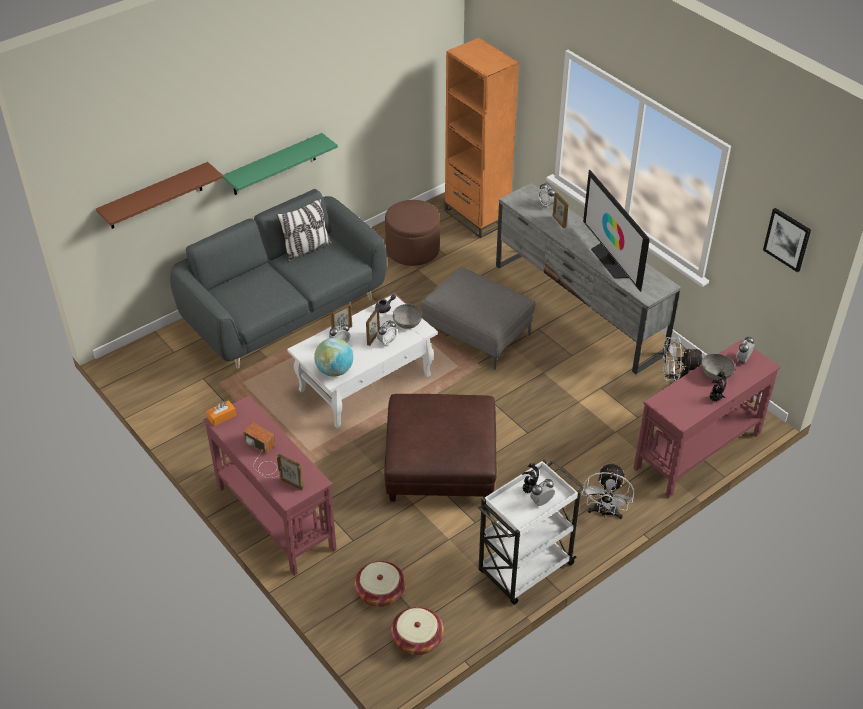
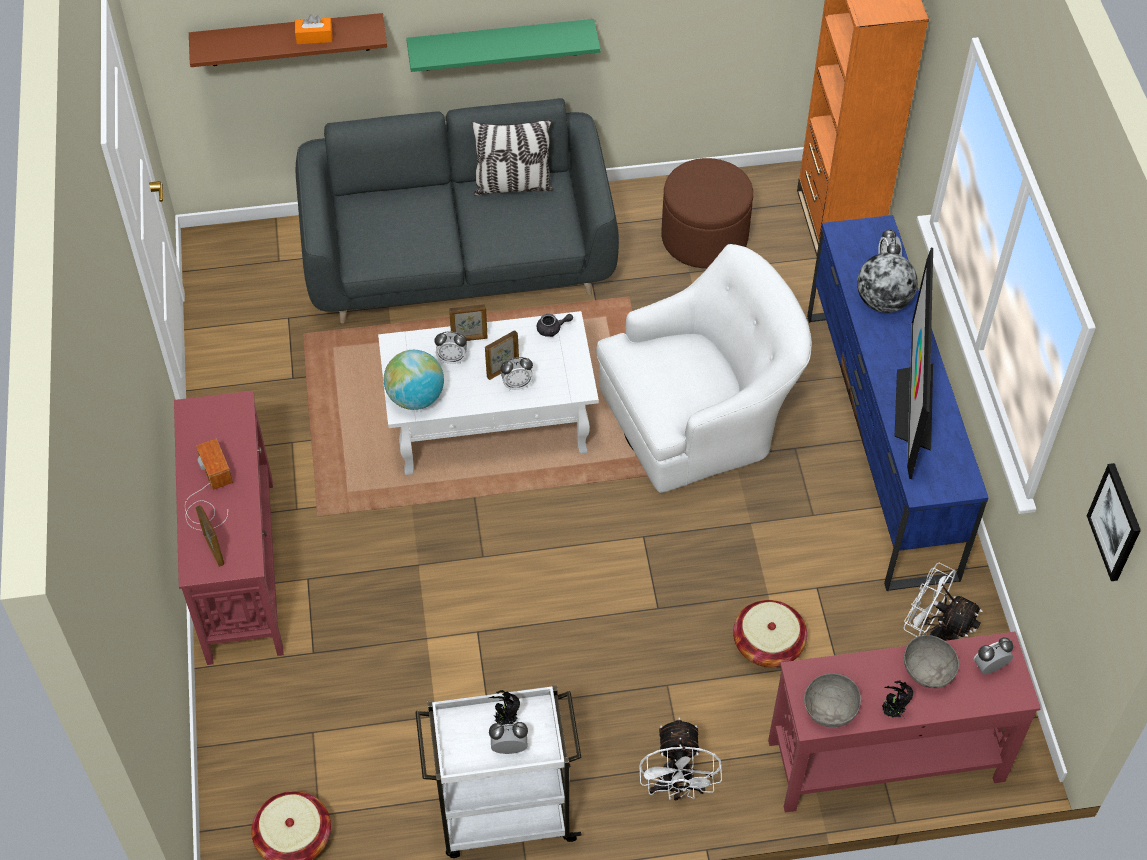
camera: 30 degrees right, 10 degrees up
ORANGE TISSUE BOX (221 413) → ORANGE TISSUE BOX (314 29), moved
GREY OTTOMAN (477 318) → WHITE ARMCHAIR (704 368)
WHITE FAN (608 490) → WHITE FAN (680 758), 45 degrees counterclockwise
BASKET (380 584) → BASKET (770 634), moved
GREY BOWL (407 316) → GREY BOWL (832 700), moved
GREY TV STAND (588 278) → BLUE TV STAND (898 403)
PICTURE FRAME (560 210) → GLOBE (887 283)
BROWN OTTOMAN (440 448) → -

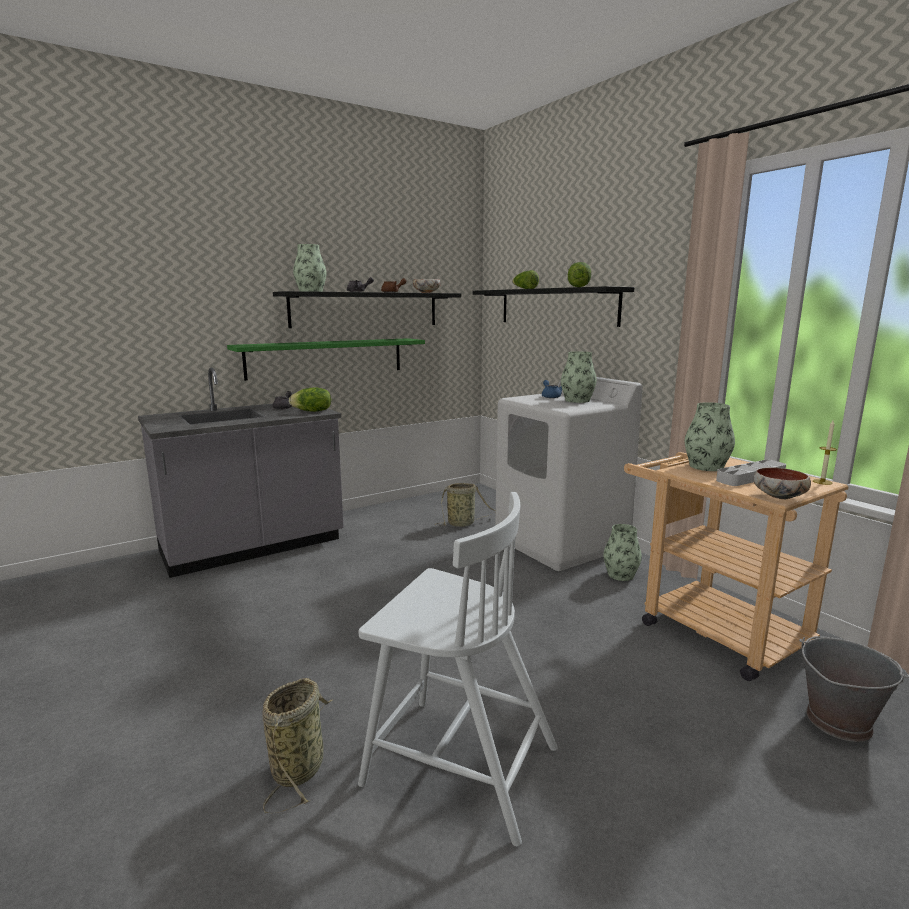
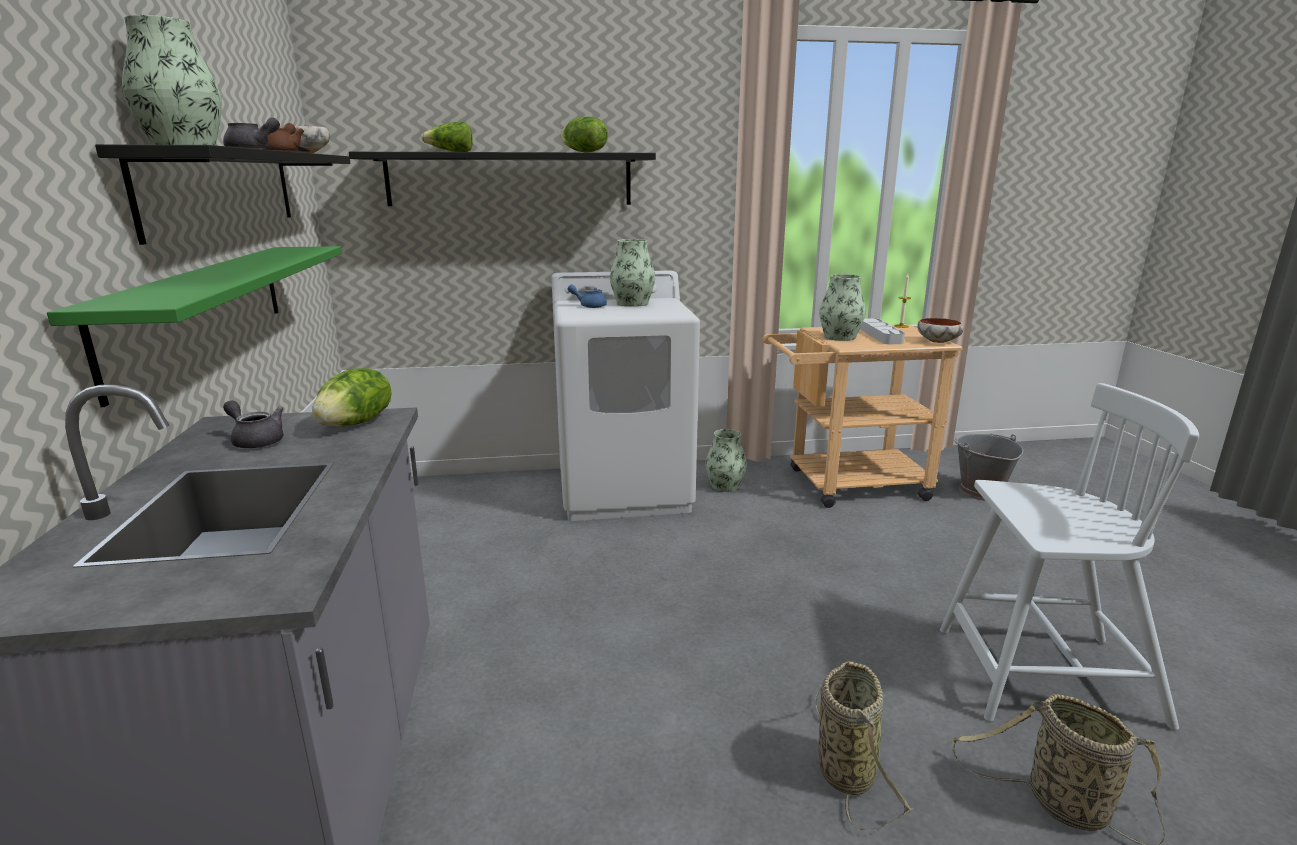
camera: 65 degrees left, 5 degrees up
BASKET (465 505) → BASKET (864 745), moved
WHITE CHAIR (458 669) → WHITE CHAIR (1069 556), 45 degrees clockwise

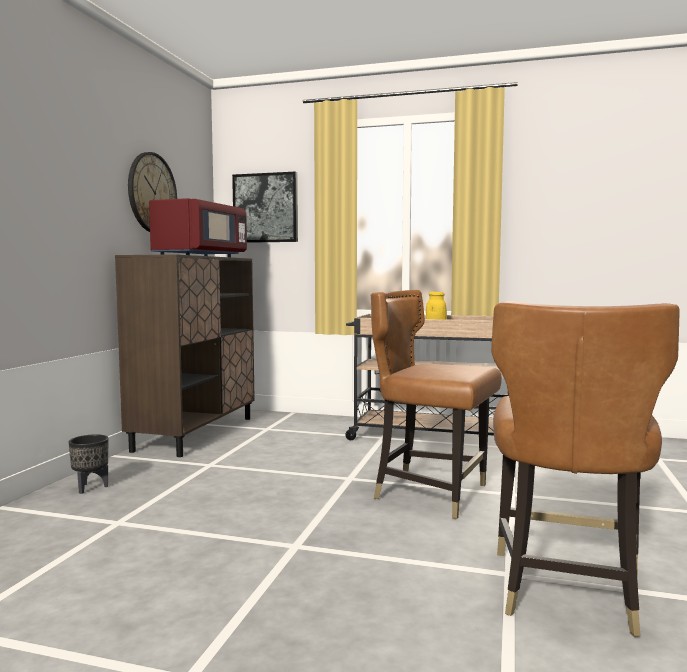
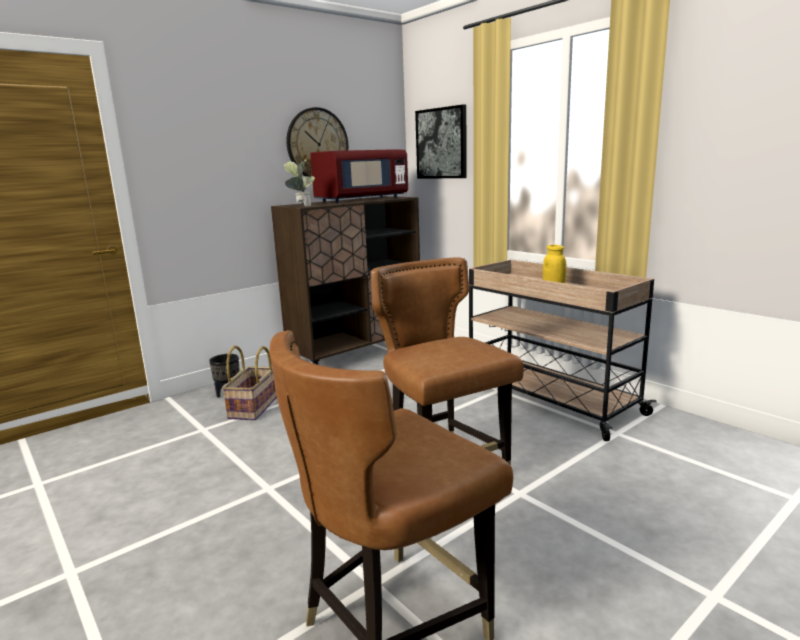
camera: 35 degrees right, 10 degrees up
- → BASKET (249 383)
- → POTTED PLANT (299 183)

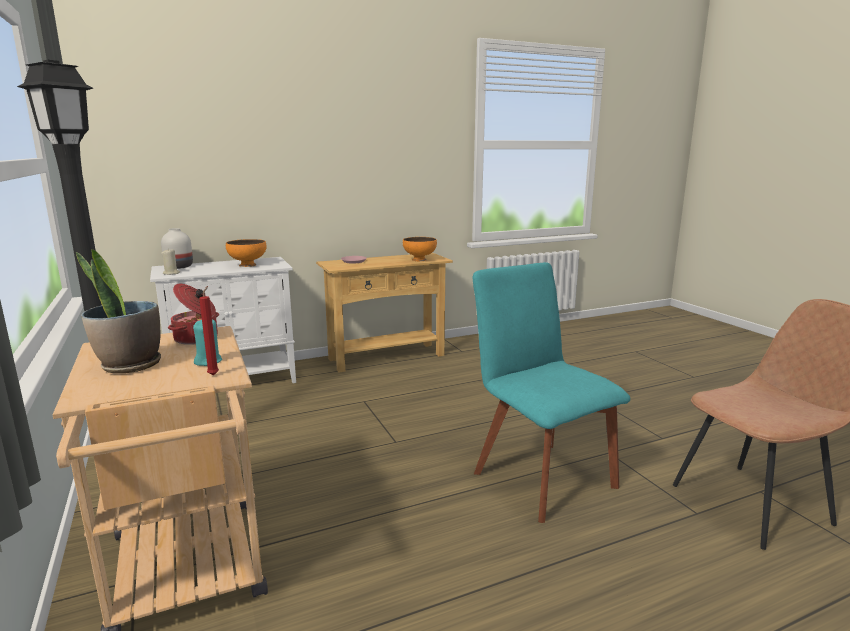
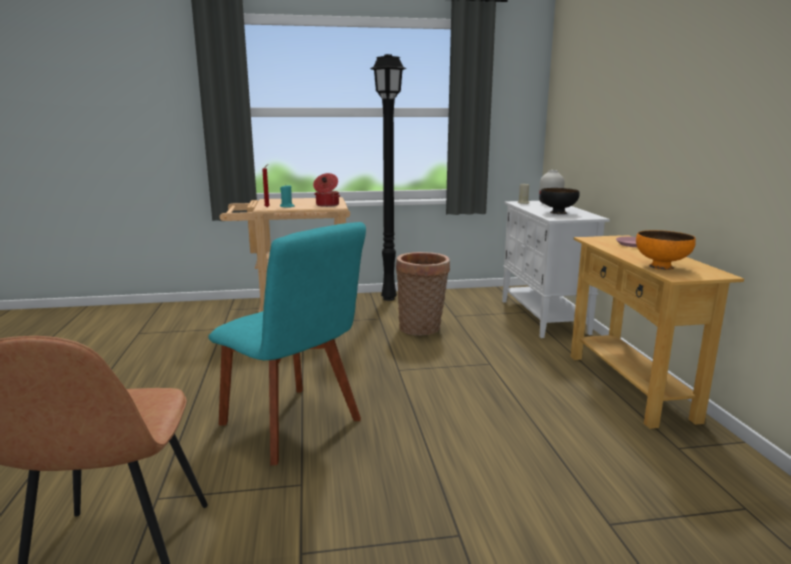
camera: 105 degrees right, 0 degrees up
TURQUOISE CHAIR (551 392) → TURQUOISE CHAIR (287 343), 60 degrees clockwise
- → BASKET (423 294)
ORANGE BOWL (246 253) → BLACK BOWL (560 201)
POTTED PLANT (118 311) → -

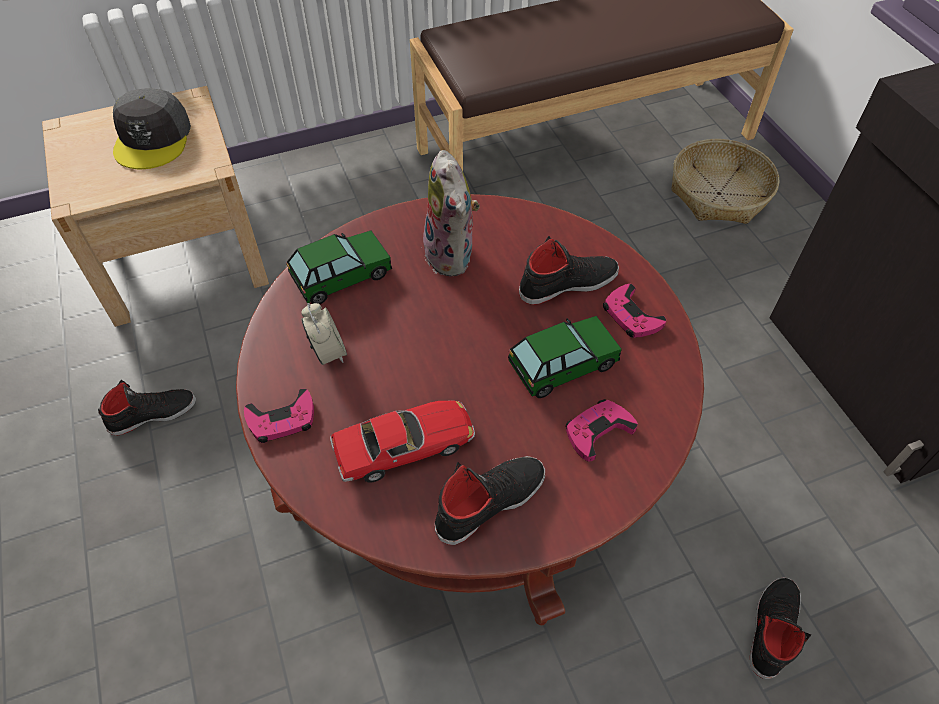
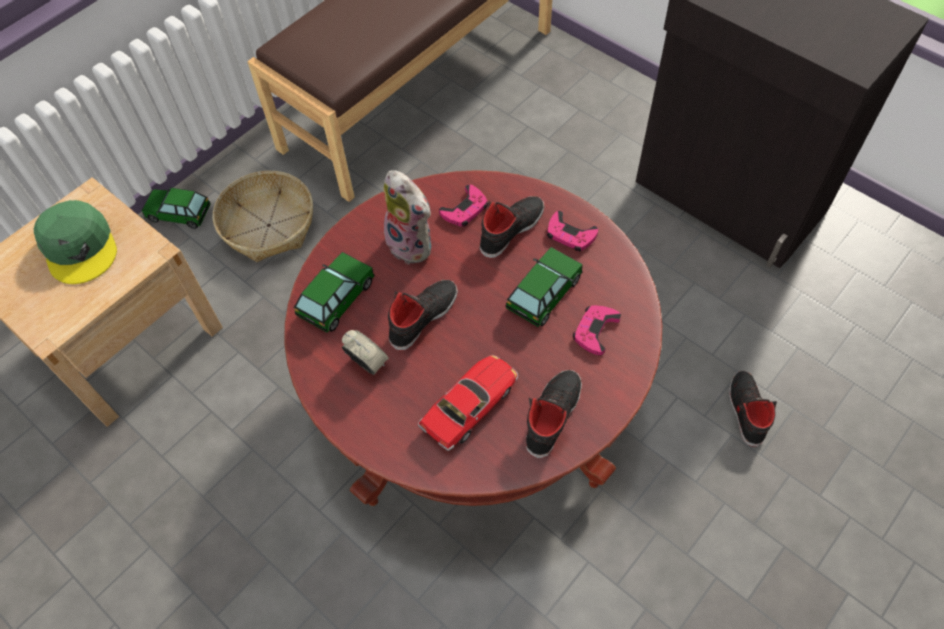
camera: 25 degrees left, 5 degrees up
GREY CAP (152 128) → GREEN CAP (75 242)
- → TOY CAR (176 208)
BASKET (725 181) → BASKET (263 216), moved
BLACK SHOE (147 408) → BLACK SHOE (423 315), moved
PINK GAME CONTROLLER (279 416) → PINK GAME CONTROLLER (463 205), moved

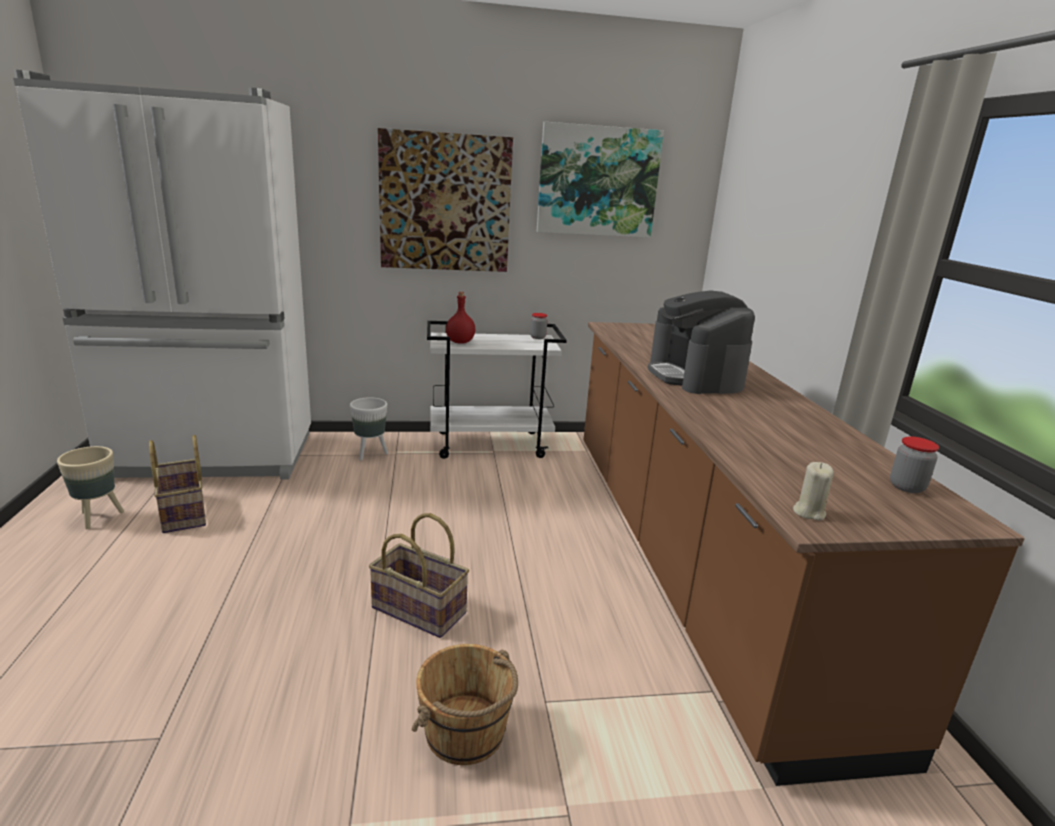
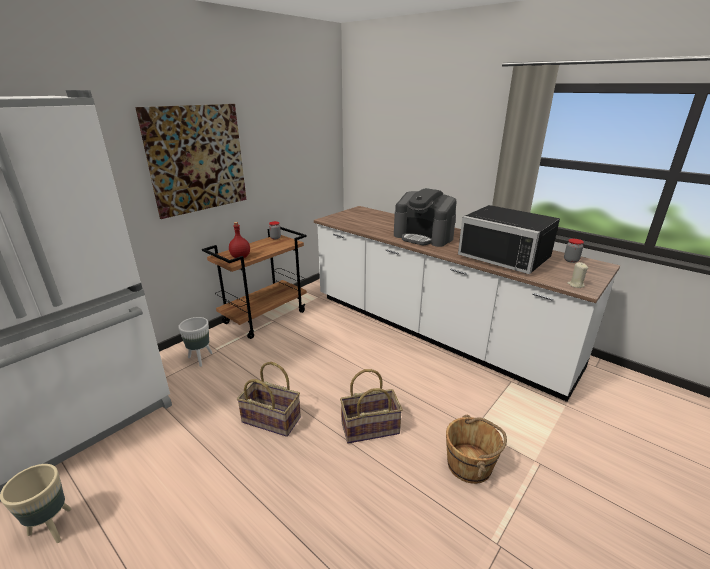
camera: 40 degrees left, 5 degrees up
WHITE CART (497 390) → BROWN CART (254 283)
BASKET (177 484) → BASKET (269 399), moved
BROWN COUNTER (804 554) → WHITE COUNTER (467 304)
- → BLACK MICROWAVE (509 239)
PICTURE (600 180) → -

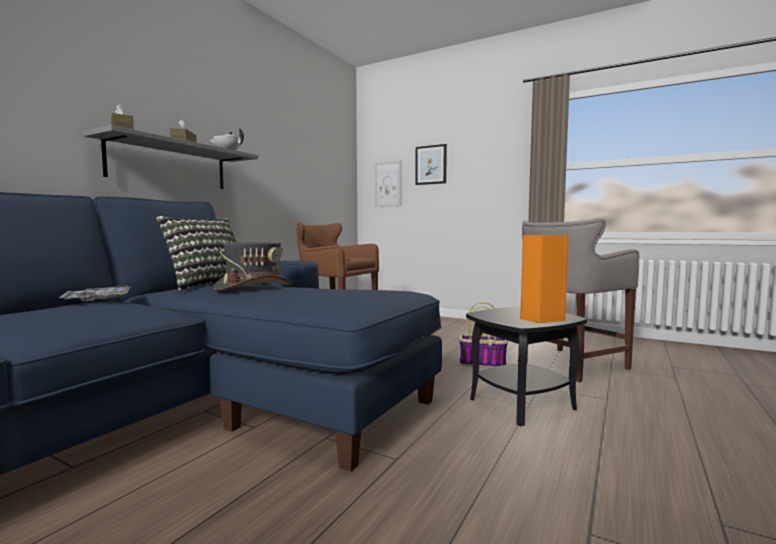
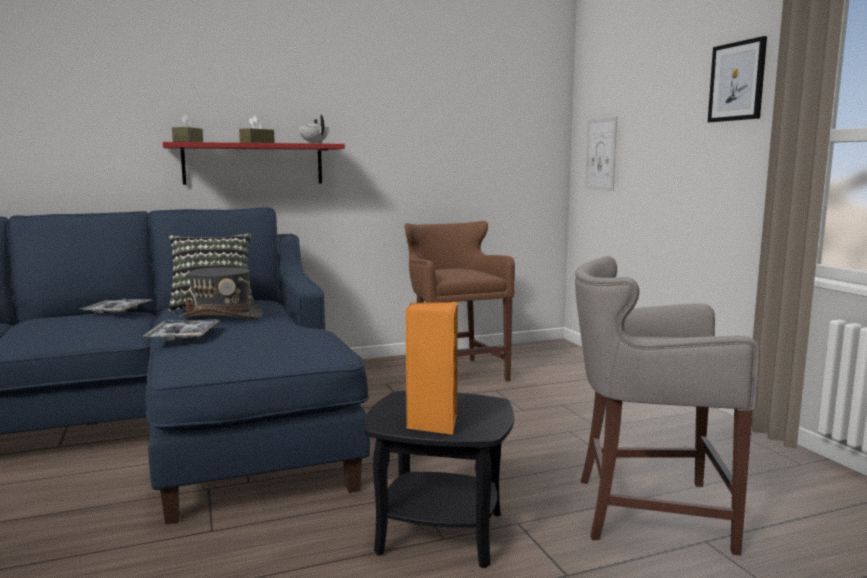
camera: 40 degrees right, 5 degrees up
- → TRAY (181 330)
GREY SHELF (170 157) → RED SHELF (254 163)
PICTURE (431 164) → PICTURE (737 79), moved
BASKET (483 335) → -

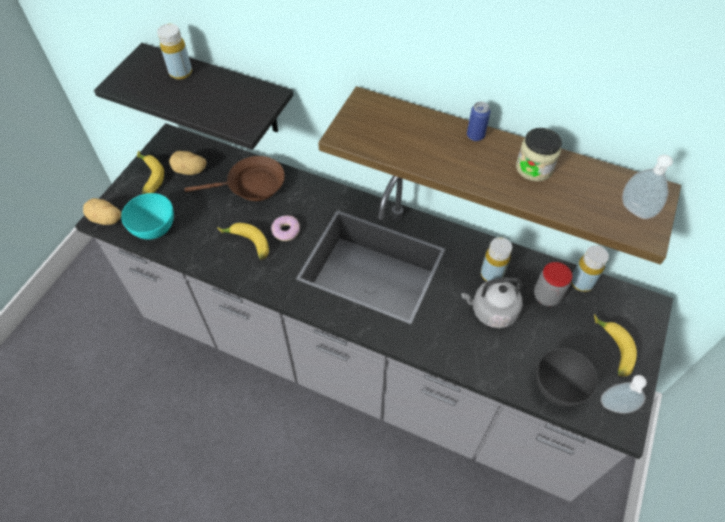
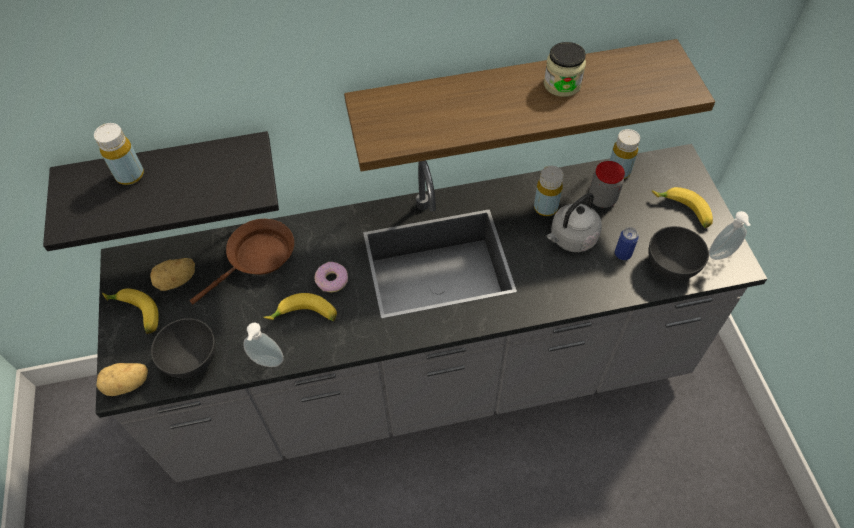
camera: 35 degrees left, 0 degrees up
TURQUOISE BOWL (147 216) → GREY BOWL (183 348)
SOAP DISPENSER (647 187) → SOAP DISPENSER (263 345), moved
CAN (479 121) → CAN (627 243), moved

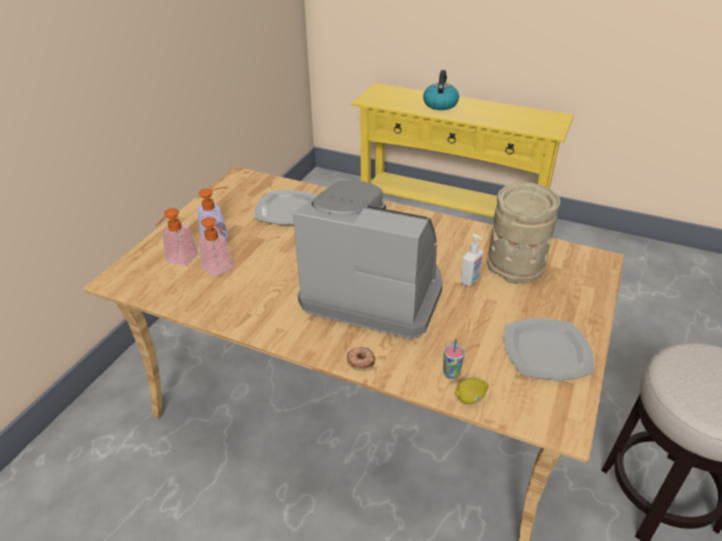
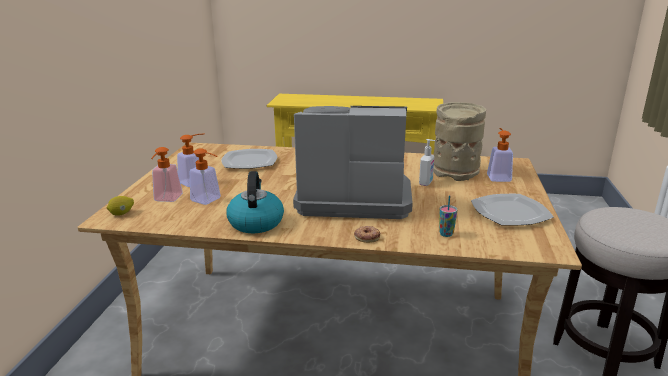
camera: 15 degrees left, 15 degrees down
LEMON (472 391) → LEMON (120 206), moved
KETTLE (441 90) → KETTLE (255 202), moved
- → SOAP DISPENSER (500 155)

